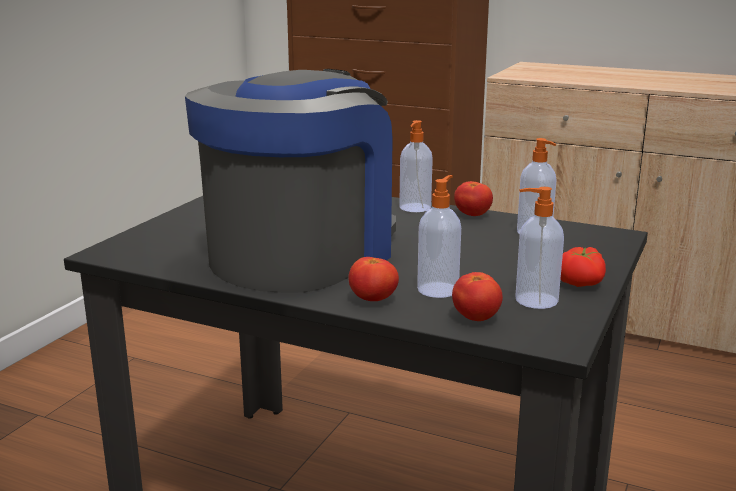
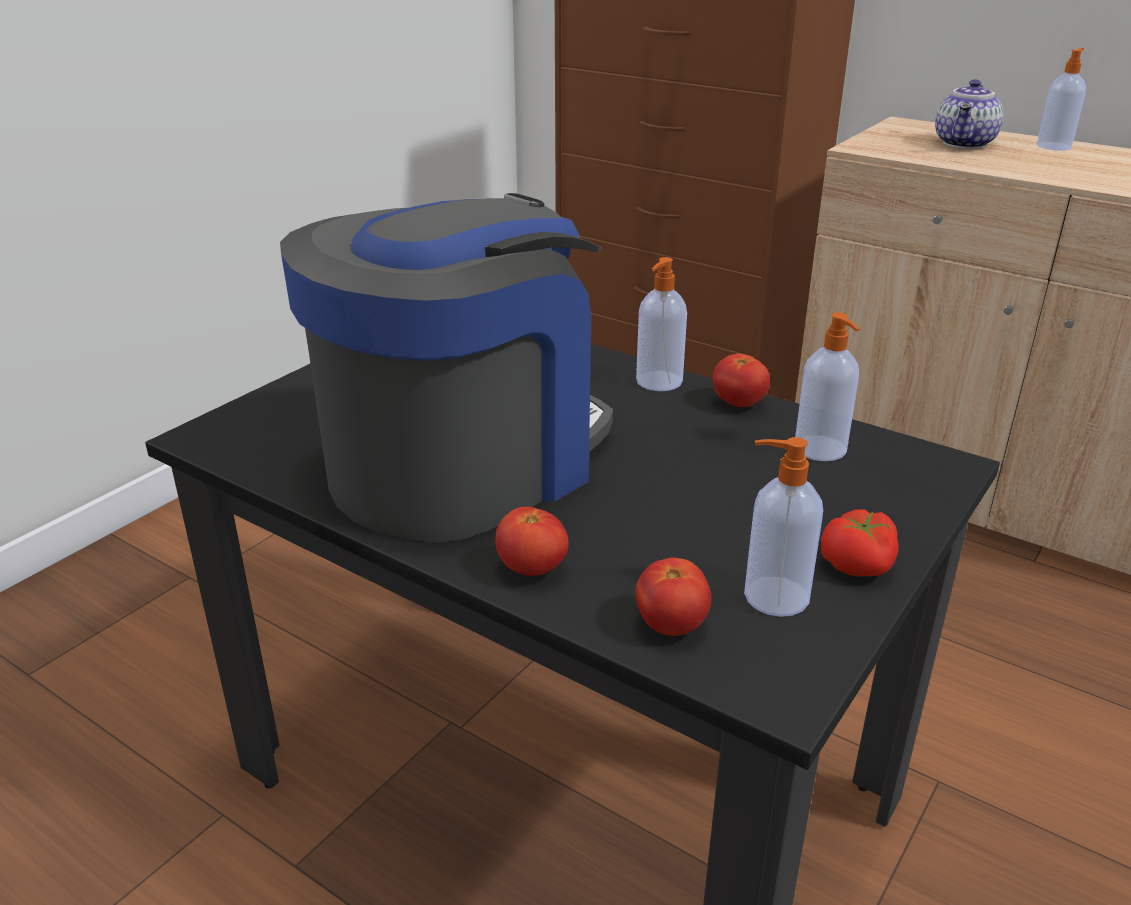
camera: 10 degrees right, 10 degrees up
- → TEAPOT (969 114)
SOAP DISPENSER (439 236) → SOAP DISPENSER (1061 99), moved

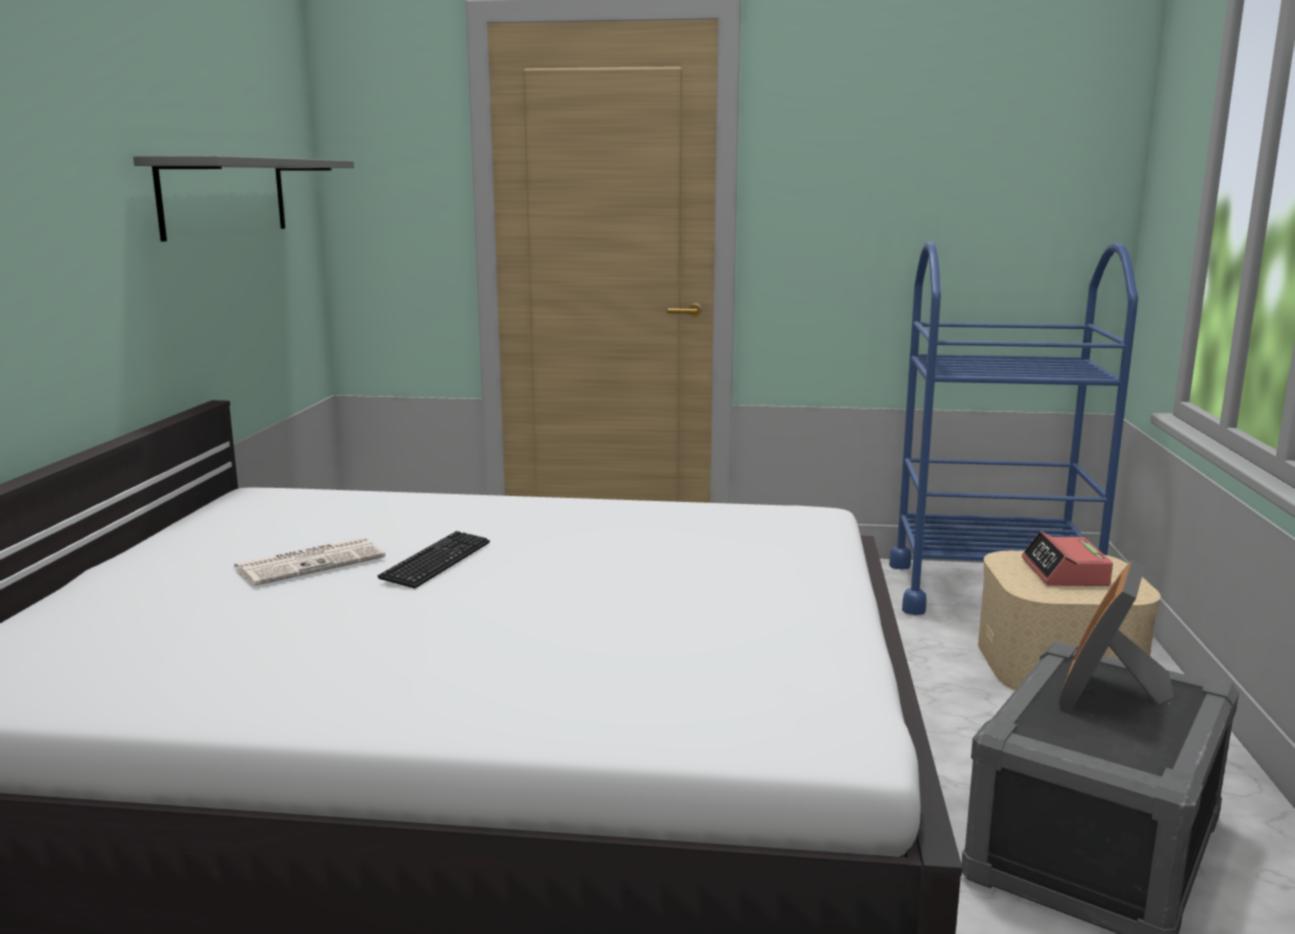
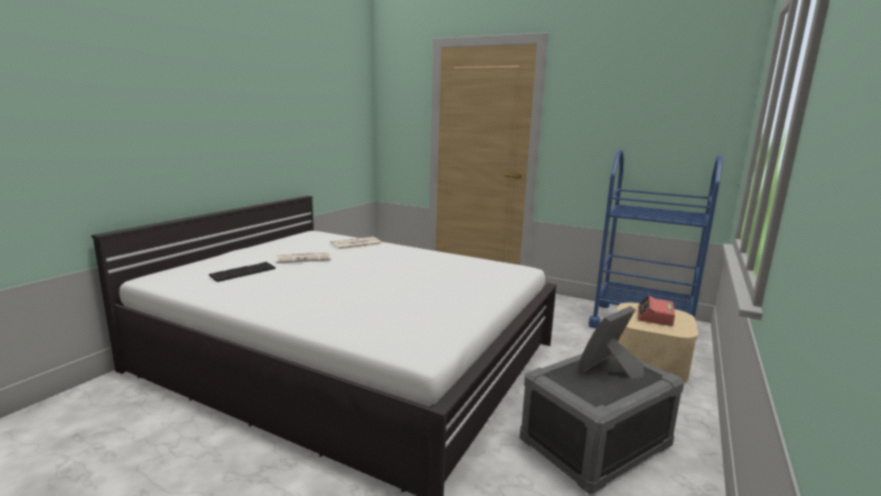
camera: 20 degrees right, 0 degrees up
KEYBOARD (433 560) → KEYBOARD (242 272), moved
- → NEWSPAPER (355 243)
GREY SHELF (243 199) → -

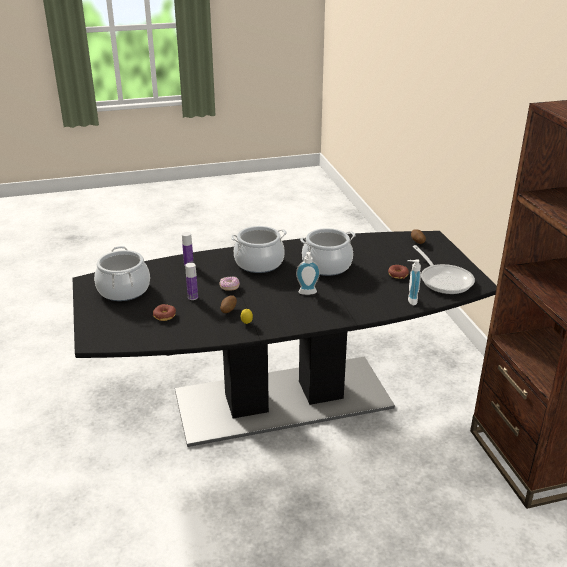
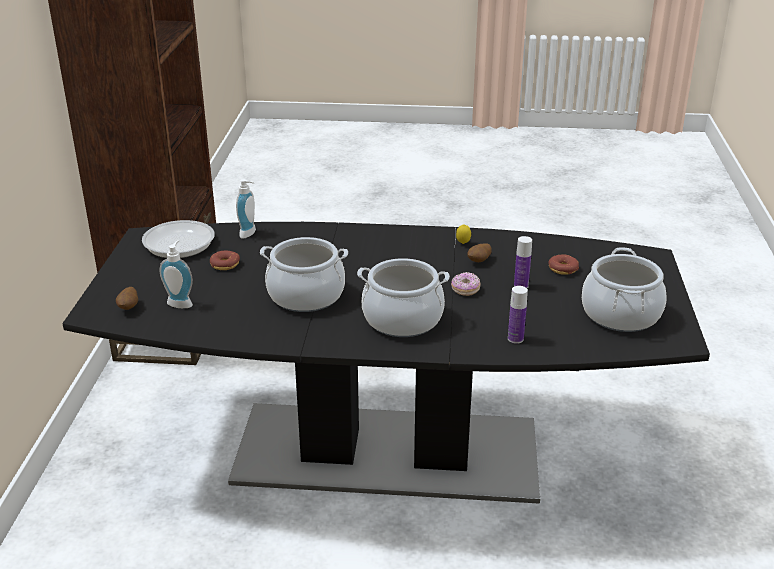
camera: 160 degrees left, 0 degrees up
SOAP DISPENSER (308 273) → SOAP DISPENSER (176 274), moved

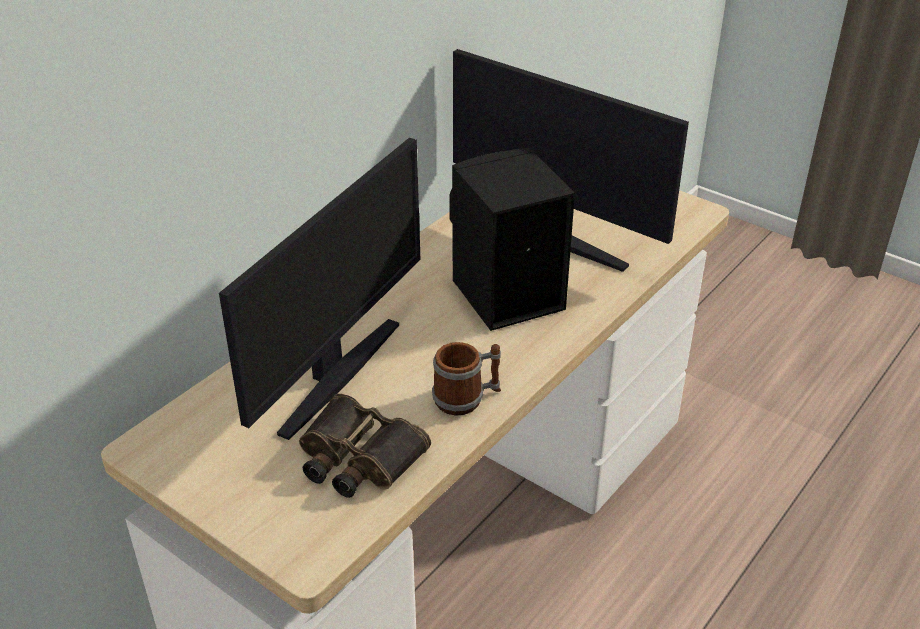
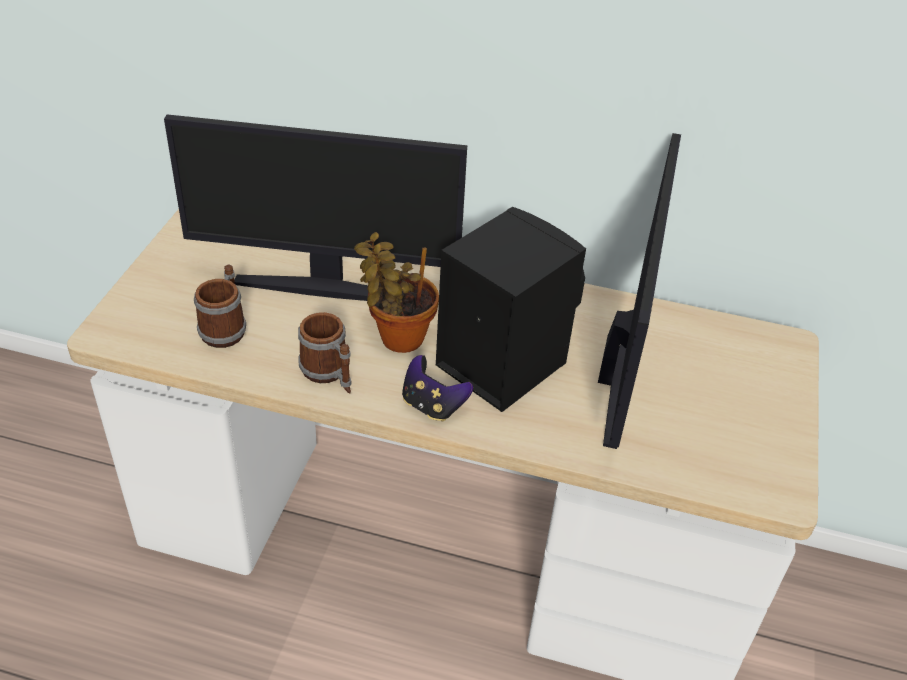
camera: 65 degrees right, 5 degrees up
BINOCULARS (365 445) → MUG (220 306)
- → POTTED PLANT (396 292)
- → GAME CONTROLLER (437 388)

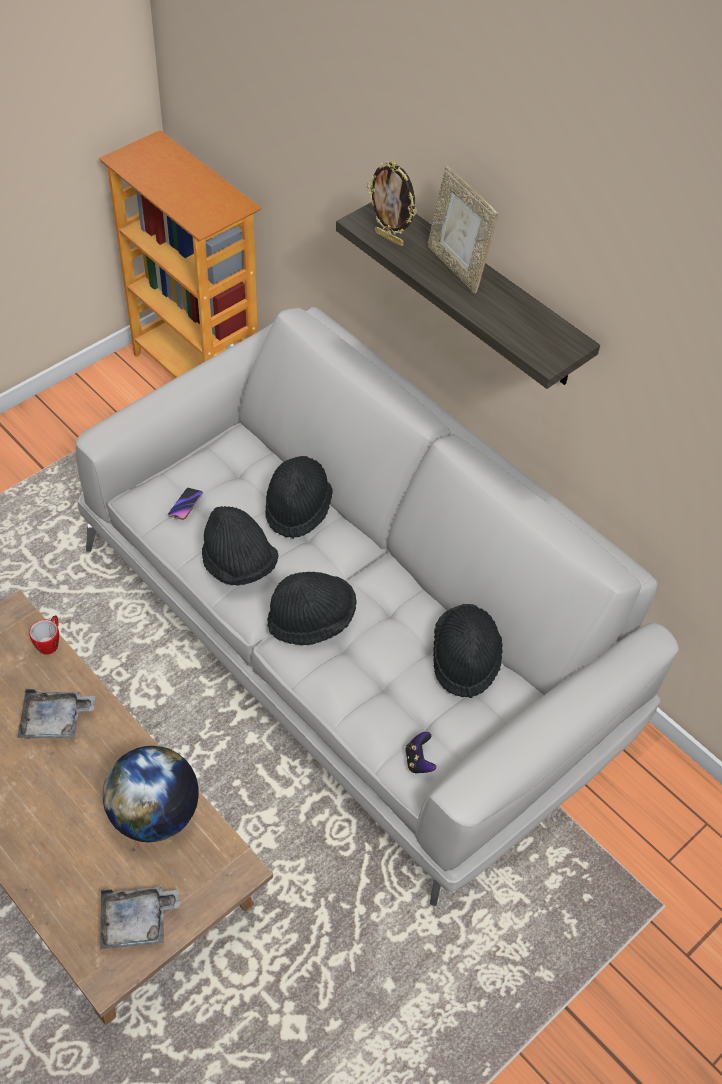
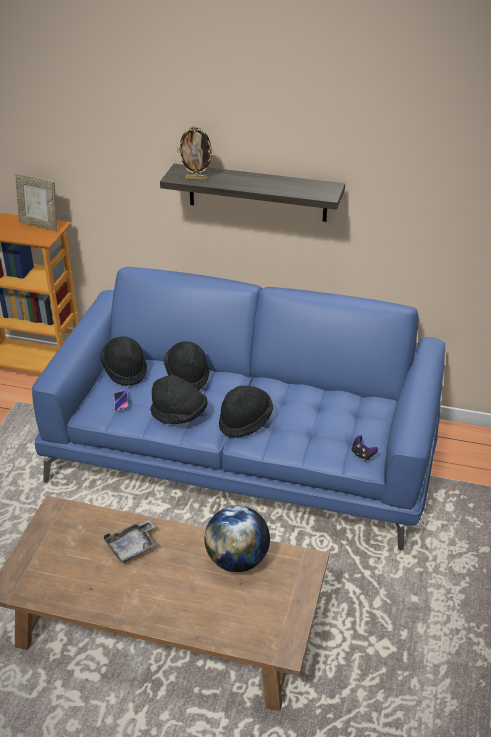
camera: 30 degrees left, 15 degrees down
PICTURE FRAME (462 229) → PICTURE FRAME (36 202), moved
GREY SOFA (377 606) → BLUE SOFA (238 408)
BLACK HAT (468 651) → BLACK HAT (123 361), moved
MUG (44 635) → -
GREY TRAY (140 917) → -

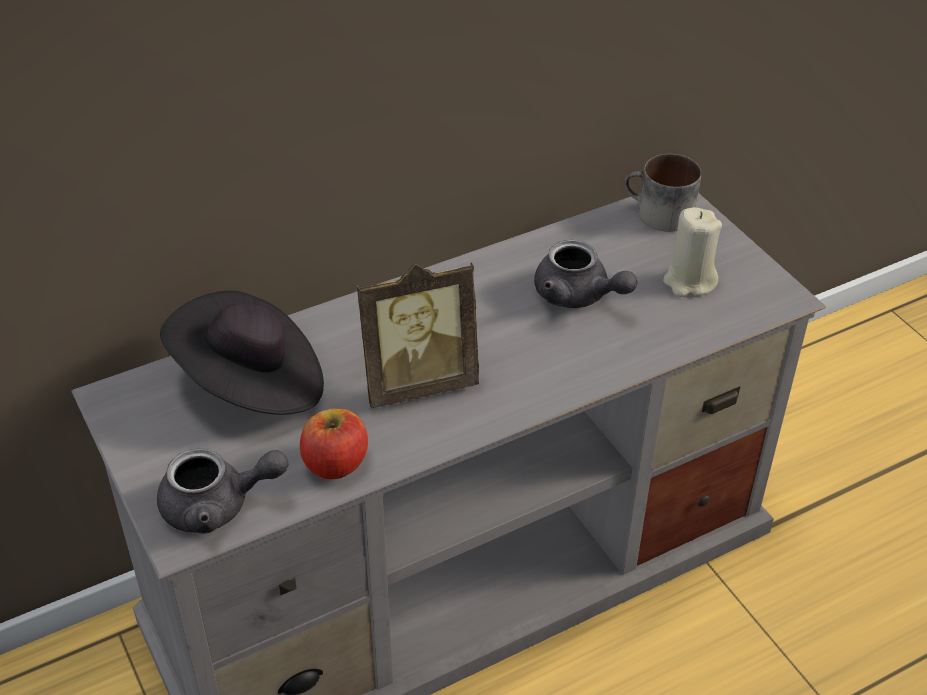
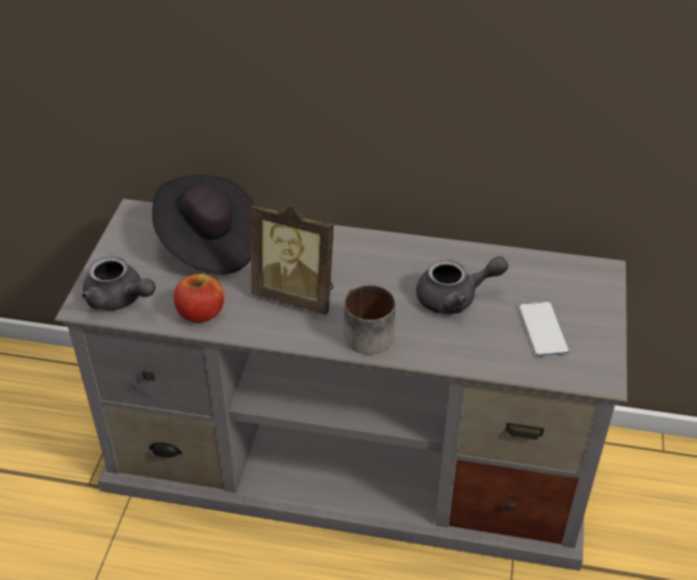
camera: 40 degrees right, 0 degrees up
MUG (662 193) → MUG (369 320), moved
GREY TEAPOT (586 274) → GREY TEAPOT (462 285), 90 degrees counterclockwise
BEIGE CANDLE (692 252) → PHONE (544 329)

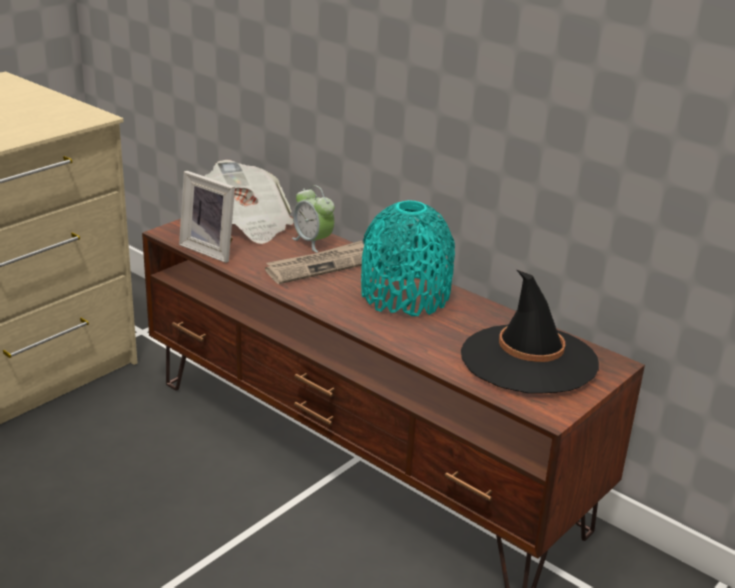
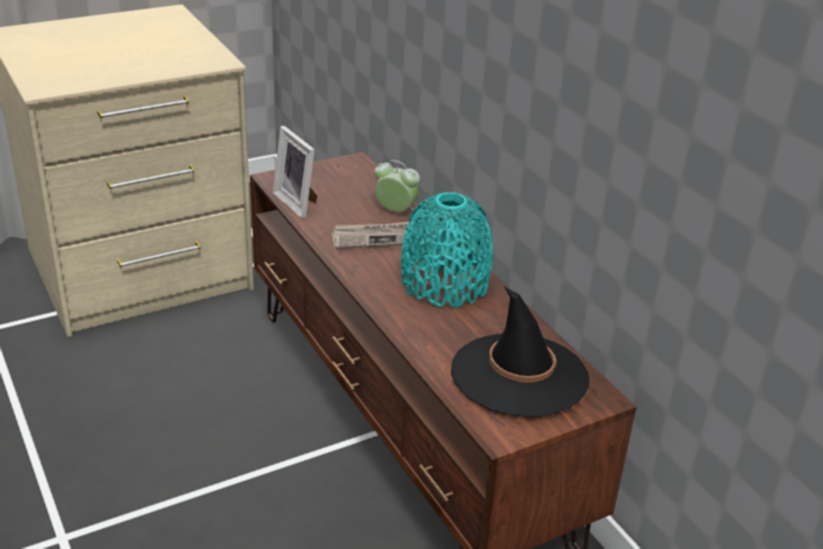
camera: 20 degrees right, 5 degrees up
ALARM CLOCK (313 219) → ALARM CLOCK (397 186), 135 degrees clockwise
NEWSPAPER (249 202) → -

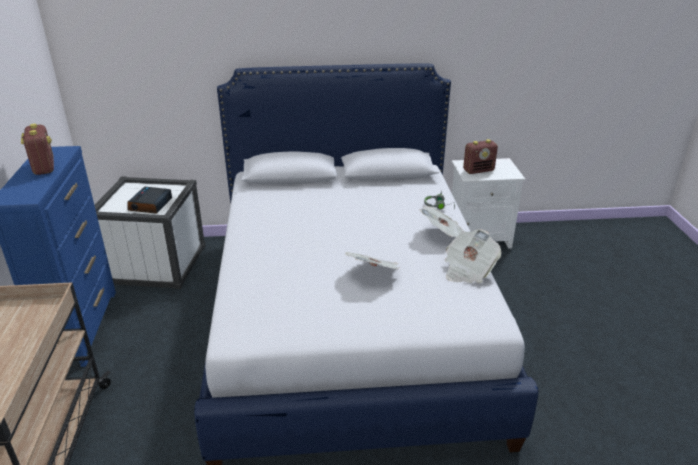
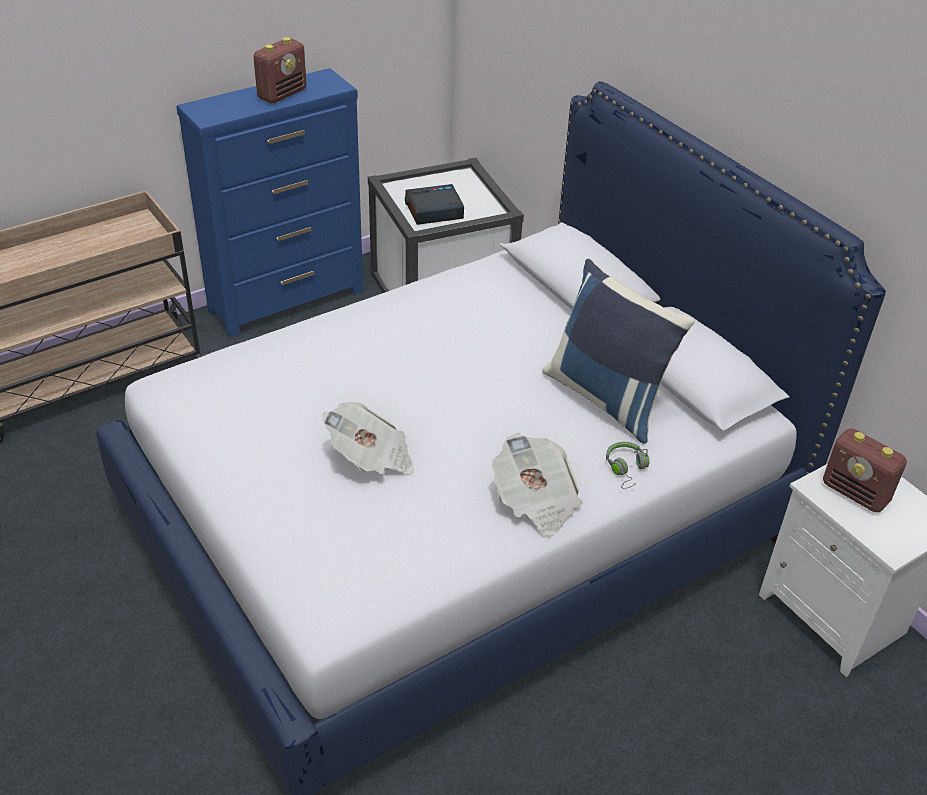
camera: 60 degrees right, 10 degrees up
- → BLUE PILLOW (619 351)
NEWSPAPER (473 256) → -

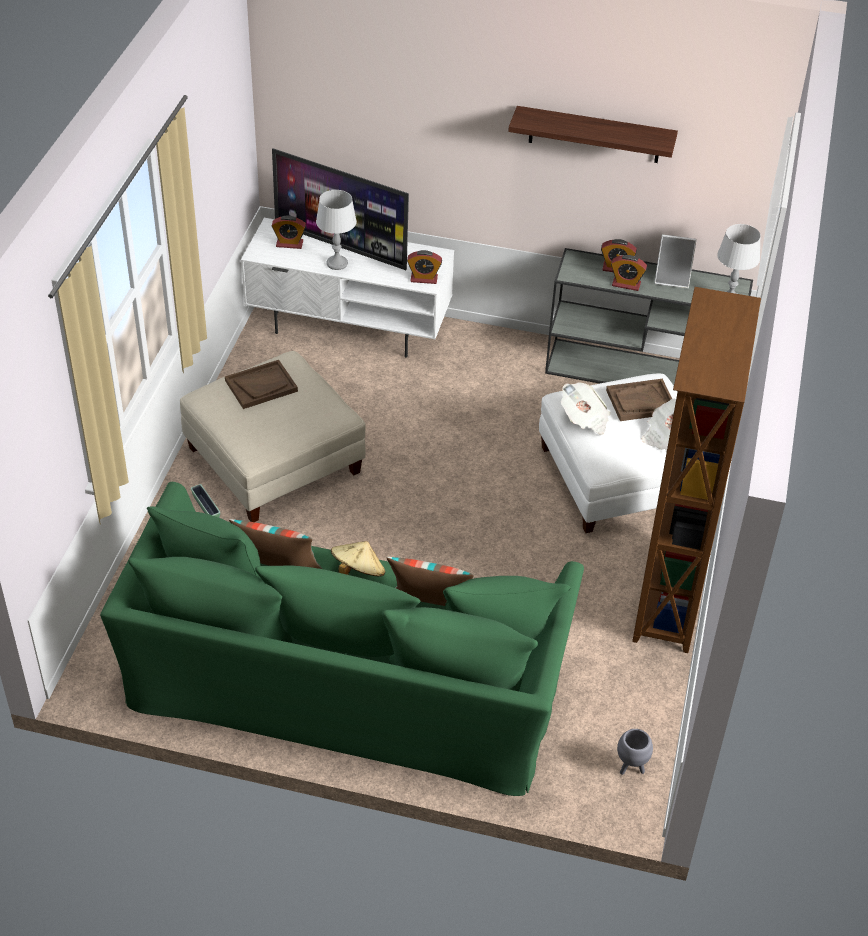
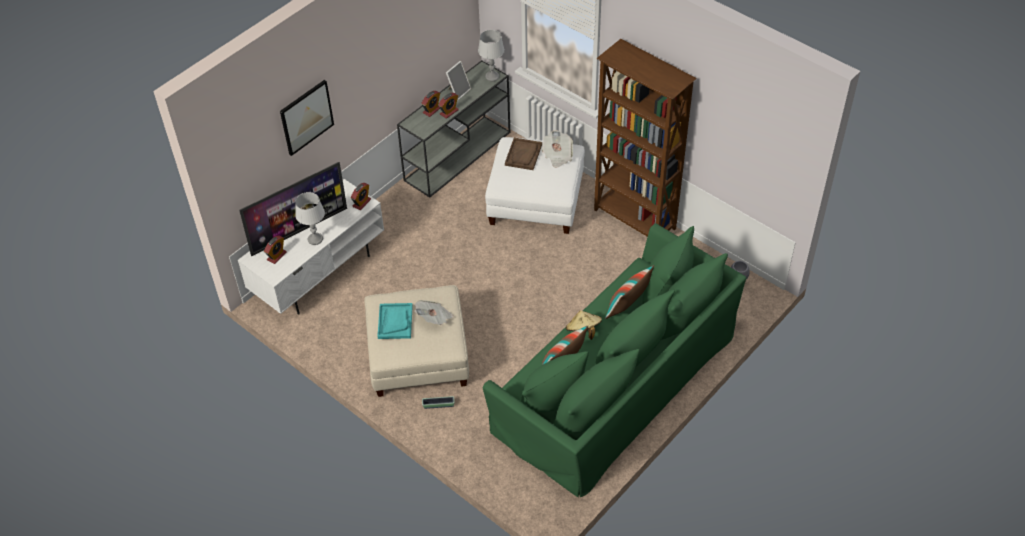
camera: 60 degrees left, 5 degrees up
- → PICTURE (307 118)
BROWN TRAY (261 384) → TURQUOISE TRAY (395 321)
NEWSPAPER (586 408) → NEWSPAPER (434 312), moved
SHELF (593 134) → -

